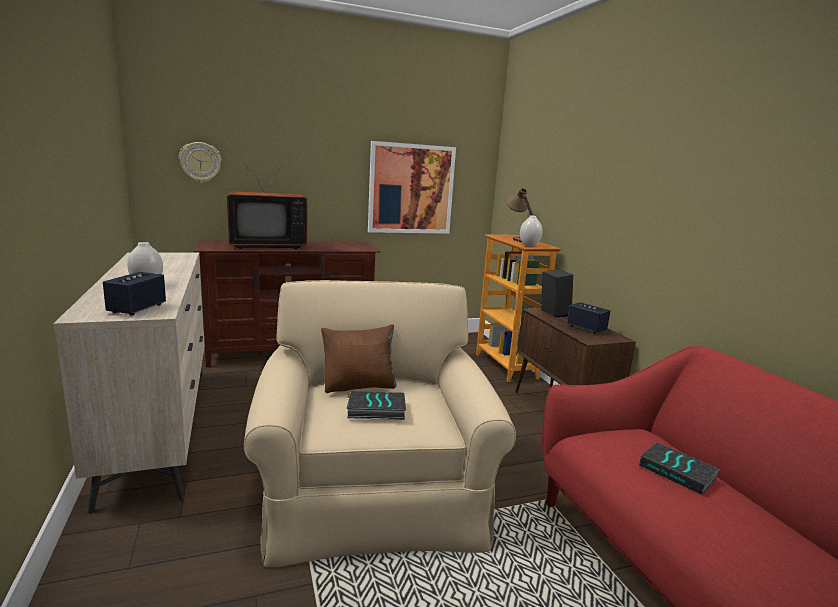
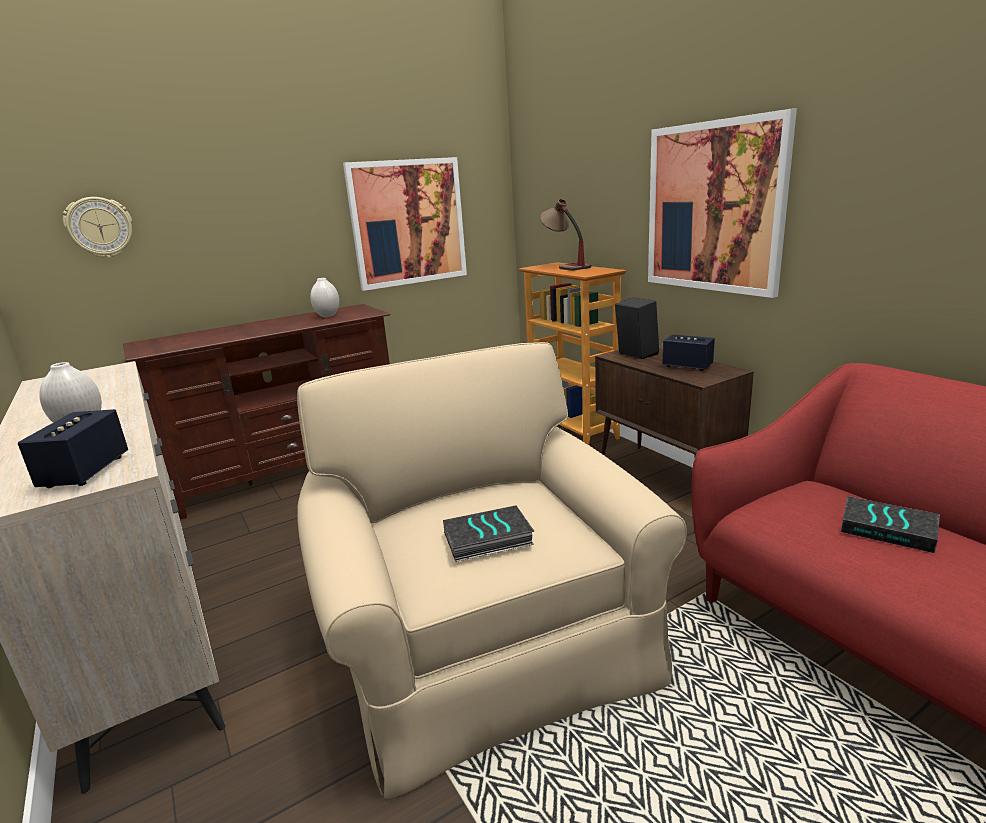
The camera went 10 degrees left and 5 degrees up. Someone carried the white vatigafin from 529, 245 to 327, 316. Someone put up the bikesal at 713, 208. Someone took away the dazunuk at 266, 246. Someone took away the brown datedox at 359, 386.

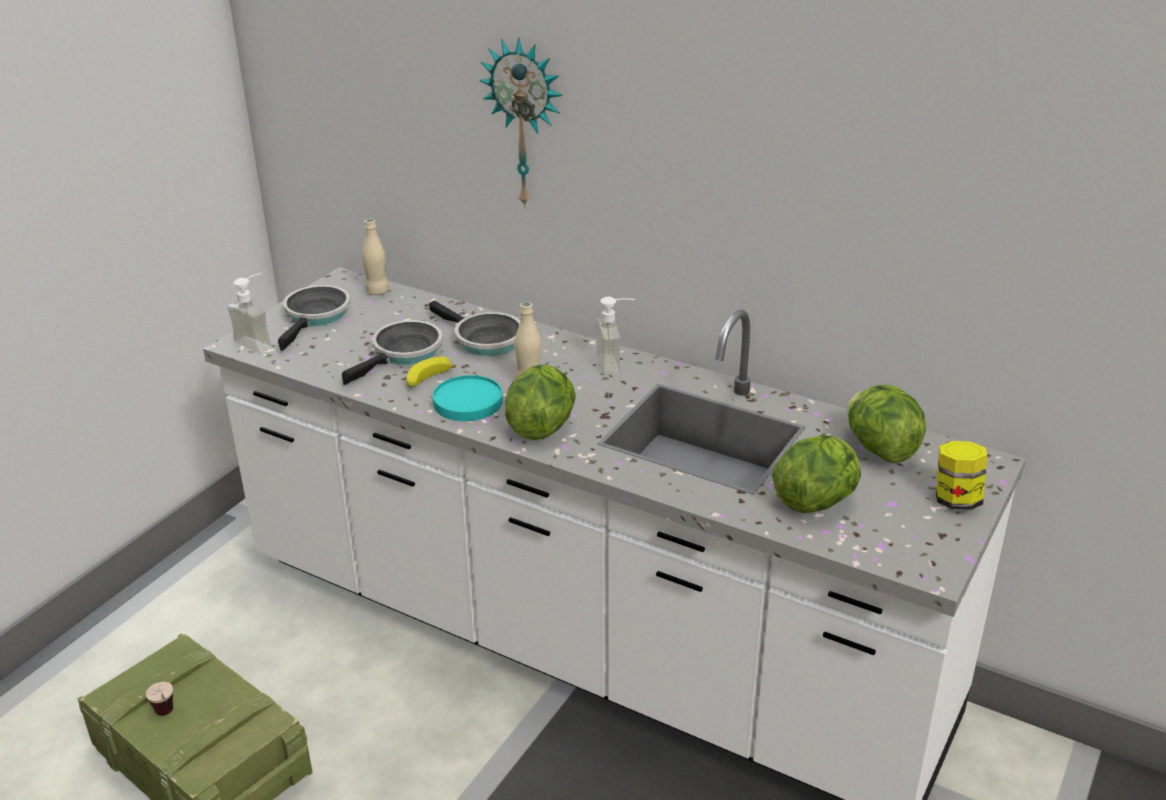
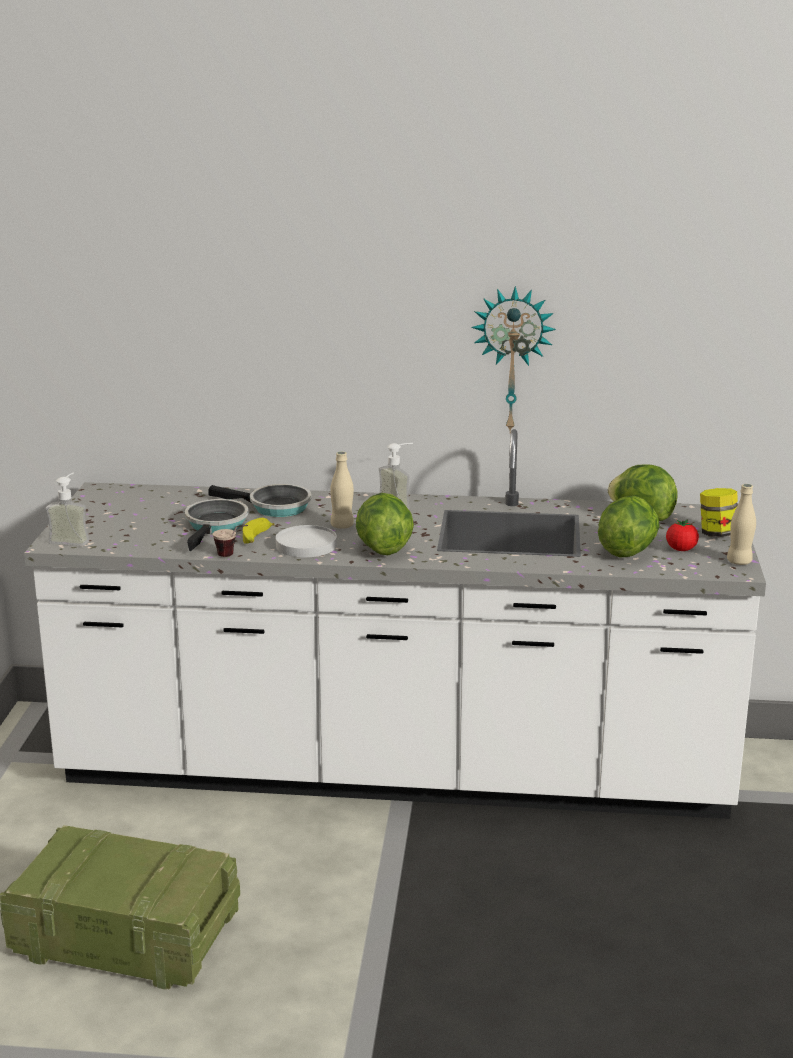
The camera went 25 degrees left and 10 degrees down. Someone carried the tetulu from 167, 716 to 232, 556. Someone repainted the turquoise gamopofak at 468, 402, which became the white gamopofak at 306, 545. Someone carried the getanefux from 525, 123 to 512, 359. Someone put down the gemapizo at 681, 549. Someone carried the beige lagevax from 377, 291 to 739, 562. Someone took away the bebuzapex at 316, 316.

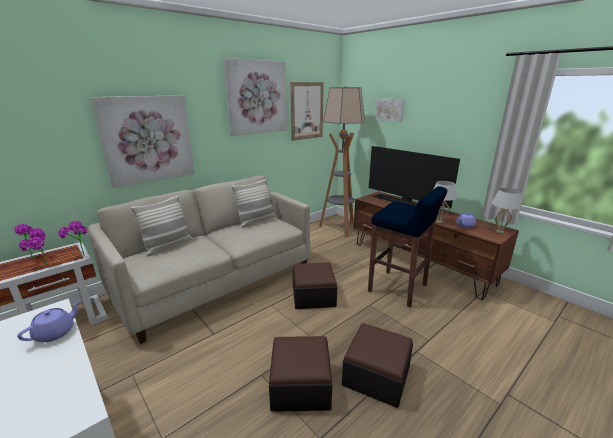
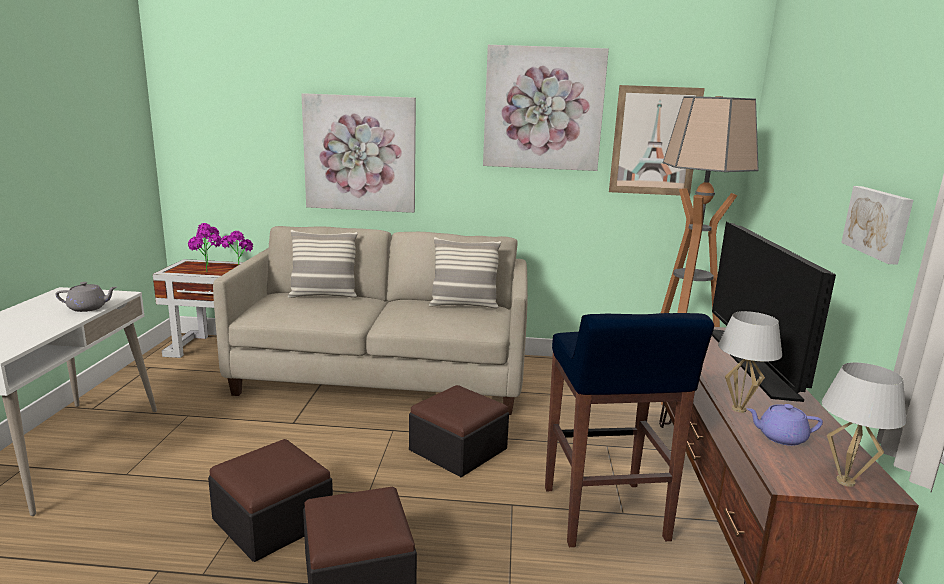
The camera went 45 degrees right and 5 degrees down. Someone repainted the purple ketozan at 56, 332, which became the grey ketozan at 88, 308. Someone carried the bikesal from 390, 109 to 879, 223.

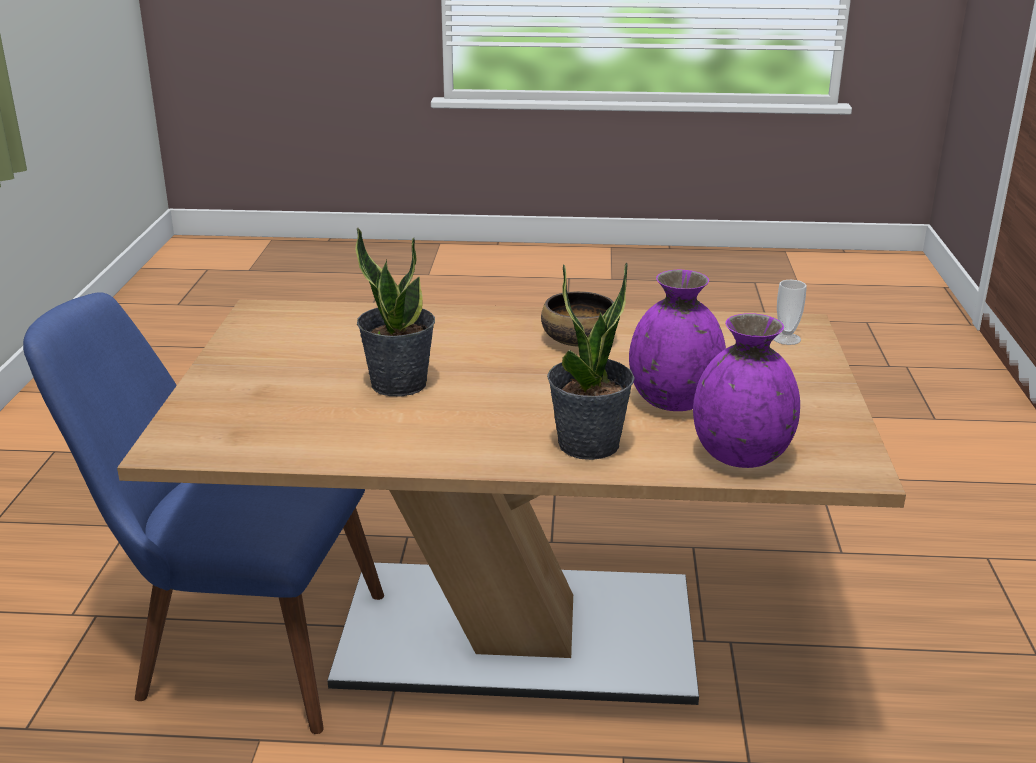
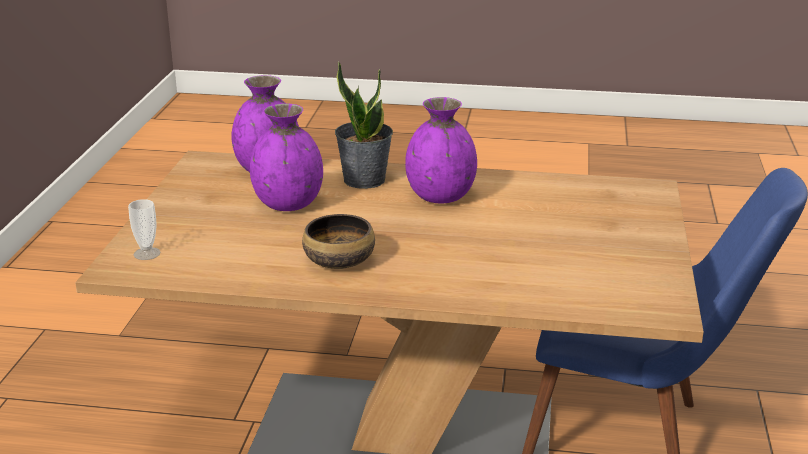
The camera went 175 degrees left and 0 degrees up. Someone put down the purple vatigafin at 441, 197. Someone took away the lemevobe at 399, 383.

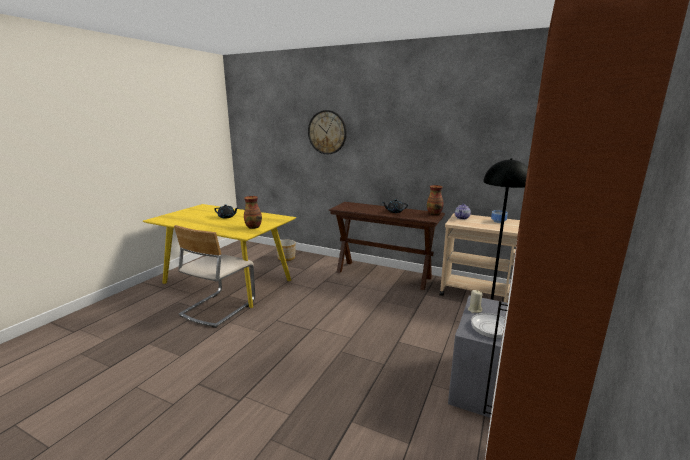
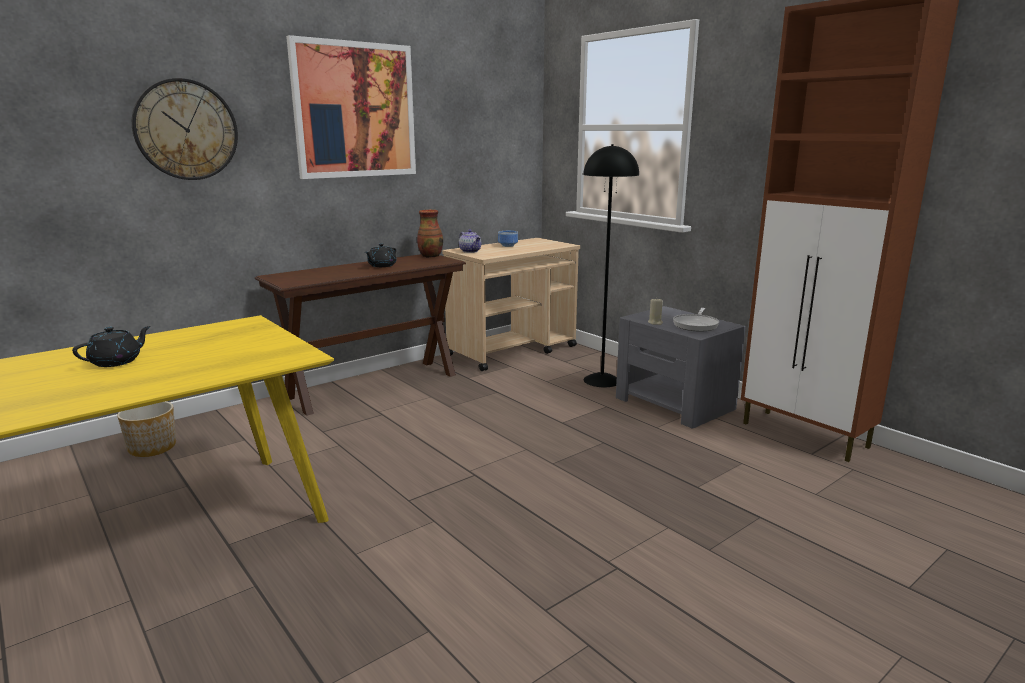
The camera went 65 degrees left and 0 degrees up. Someone put up the bikesal at 355, 110. Someone took away the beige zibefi at 218, 308. Someone took away the vatigafin at 253, 227.

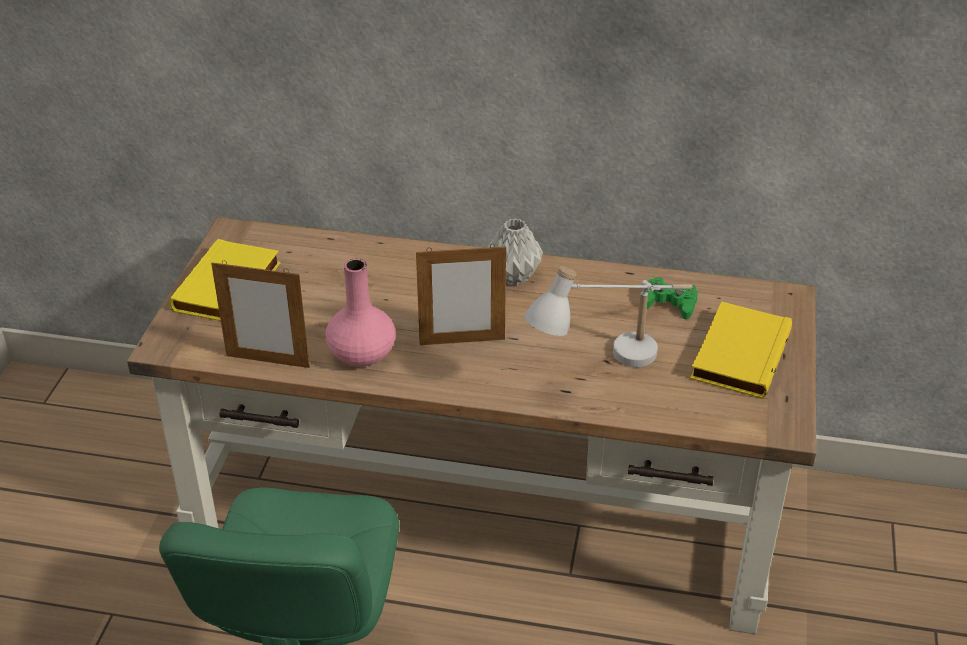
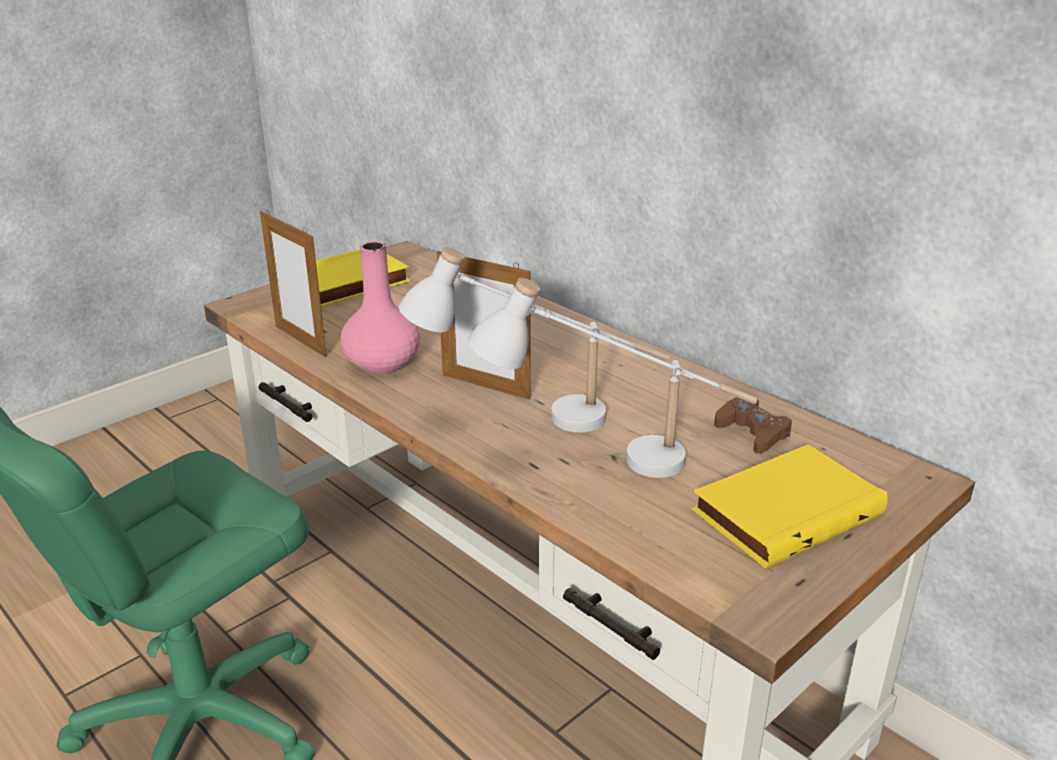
The camera went 35 degrees right and 10 degrees down. Someone put down the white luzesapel at 537, 420. Someone repainted the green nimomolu at 669, 303, which became the brown nimomolu at 752, 432. Someone took away the grey vatigafin at 514, 277.

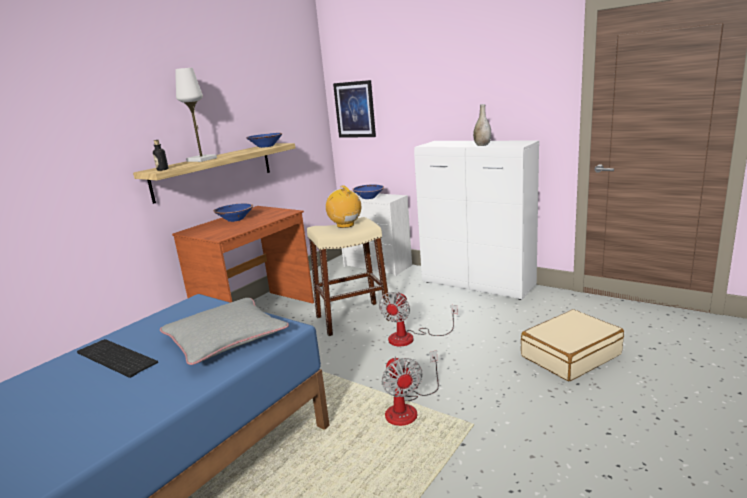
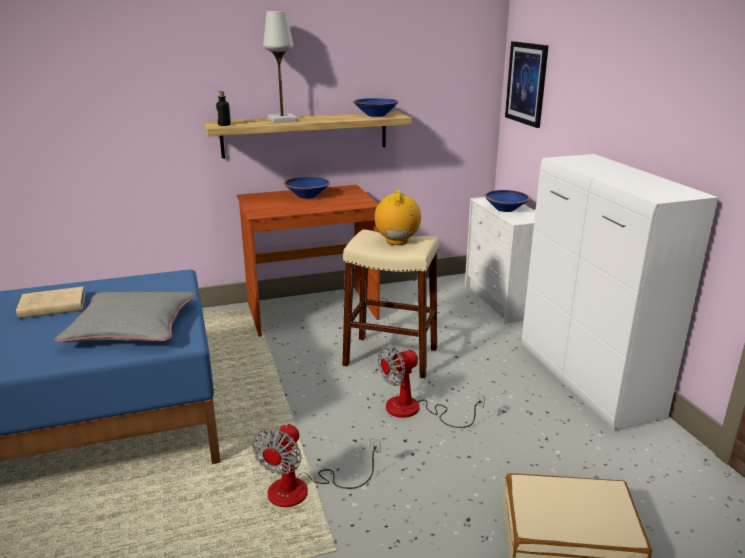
The camera went 35 degrees right and 5 degrees up. Someone swapped the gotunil at 114, 358 for the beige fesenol at 51, 307. Someone took away the grey vatigafin at 482, 145.

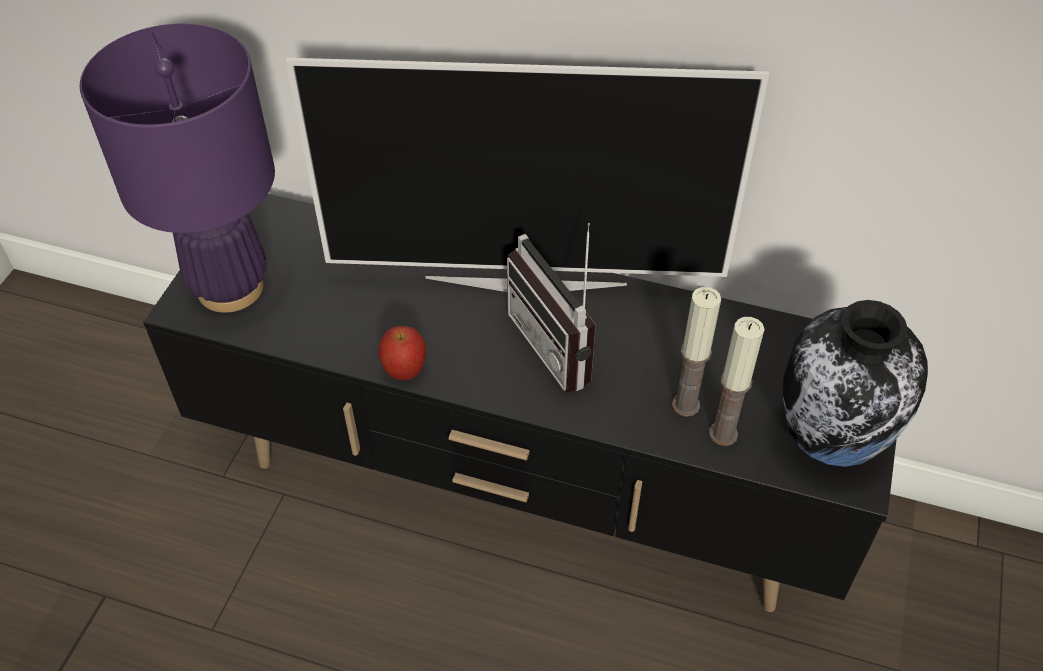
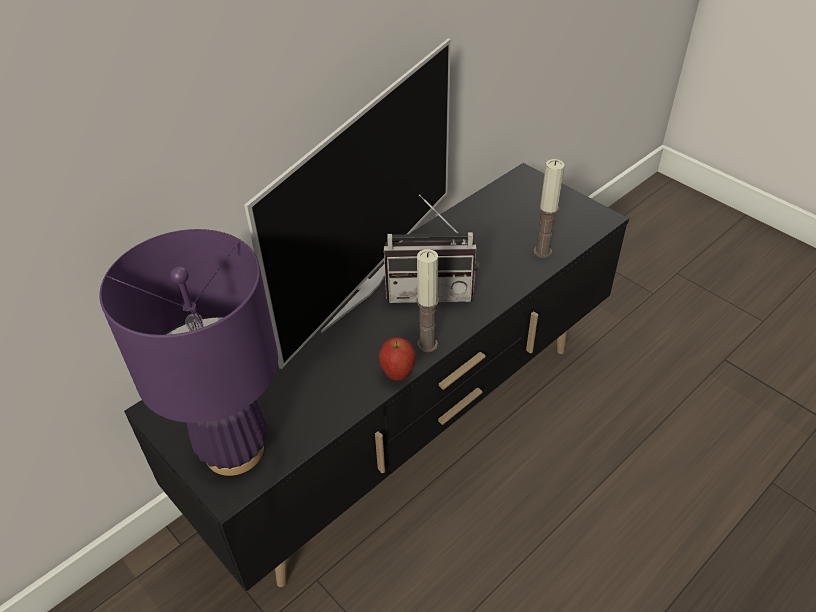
The camera went 60 degrees left and 5 degrees down. Someone carried the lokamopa from 686, 405 to 427, 344. Someone took away the vatigafin at 831, 444.

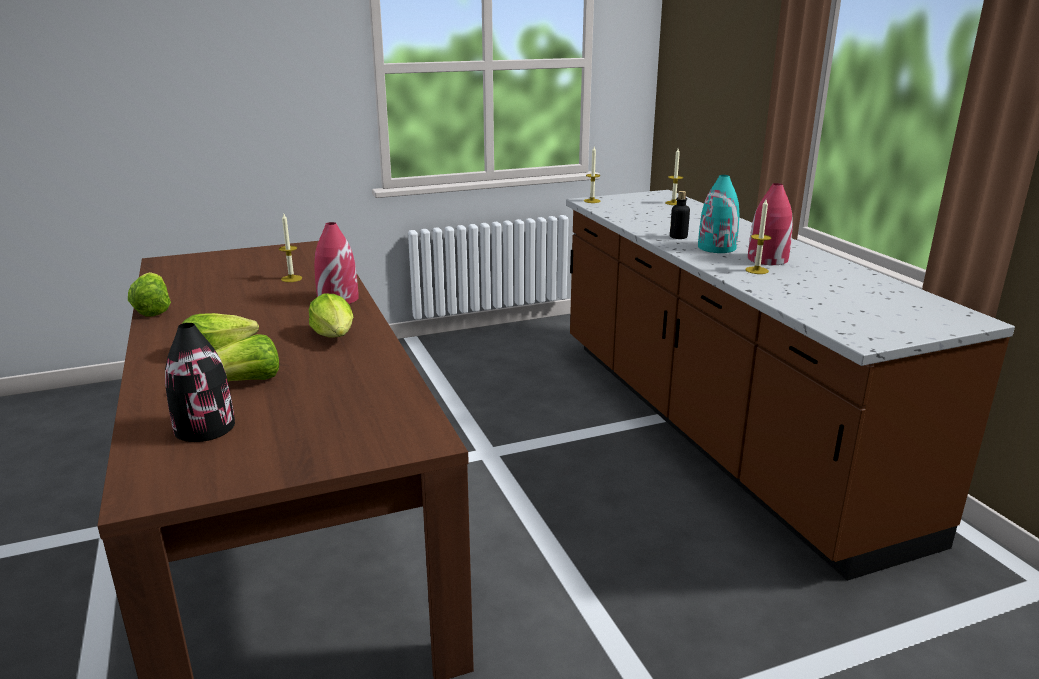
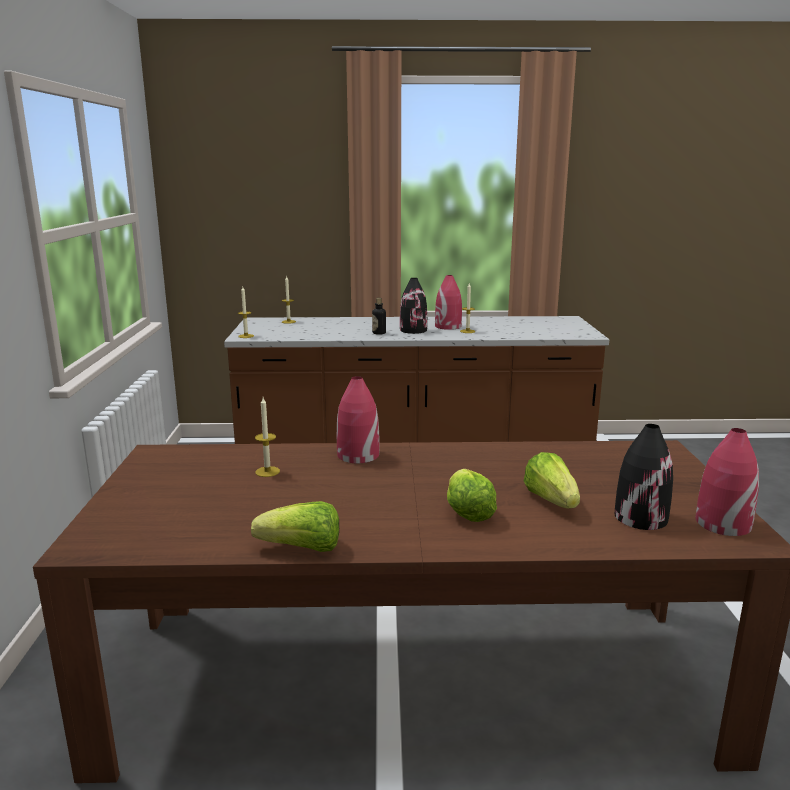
The camera went 70 degrees left and 5 degrees down. Someone repainted the turquoise vatigafin at 717, 248, which became the black vatigafin at 413, 330. Someone put down the red vatigafin at 722, 523. Someone took away the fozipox at 335, 335.

